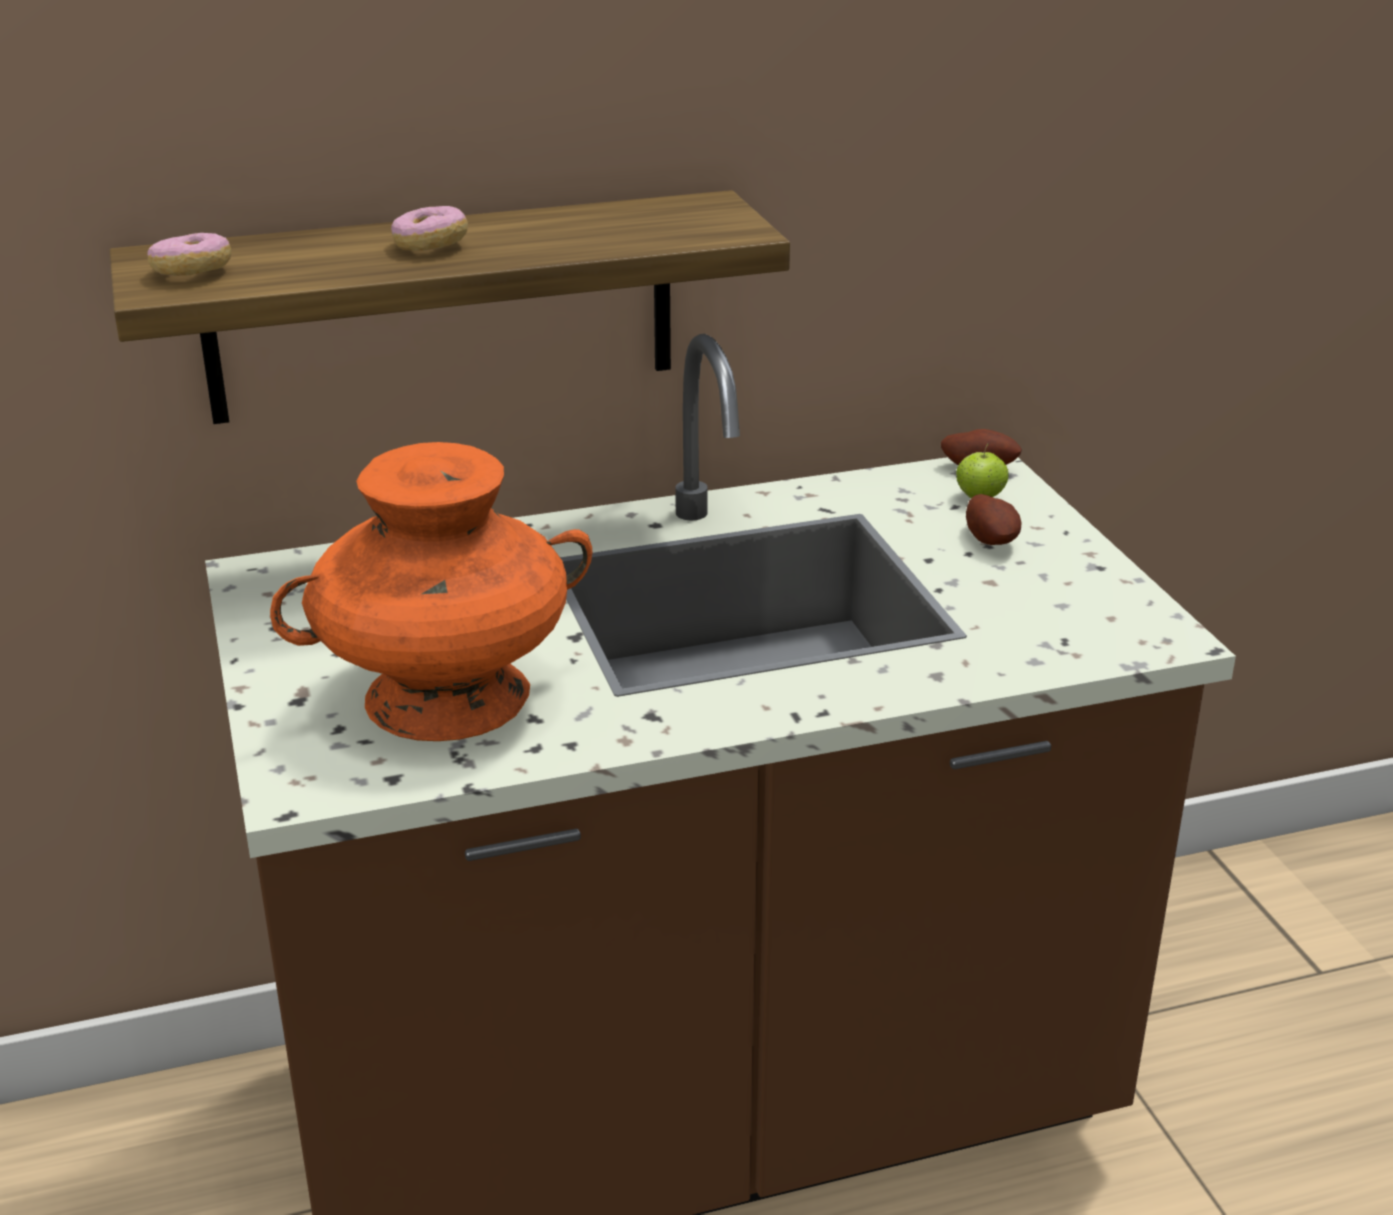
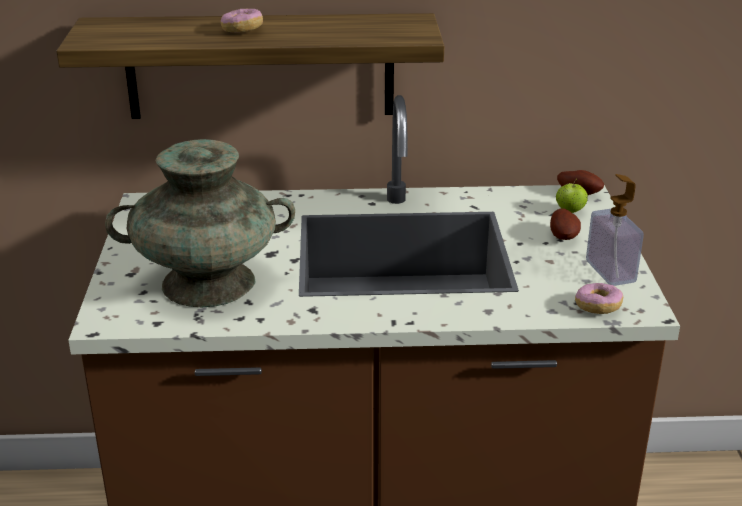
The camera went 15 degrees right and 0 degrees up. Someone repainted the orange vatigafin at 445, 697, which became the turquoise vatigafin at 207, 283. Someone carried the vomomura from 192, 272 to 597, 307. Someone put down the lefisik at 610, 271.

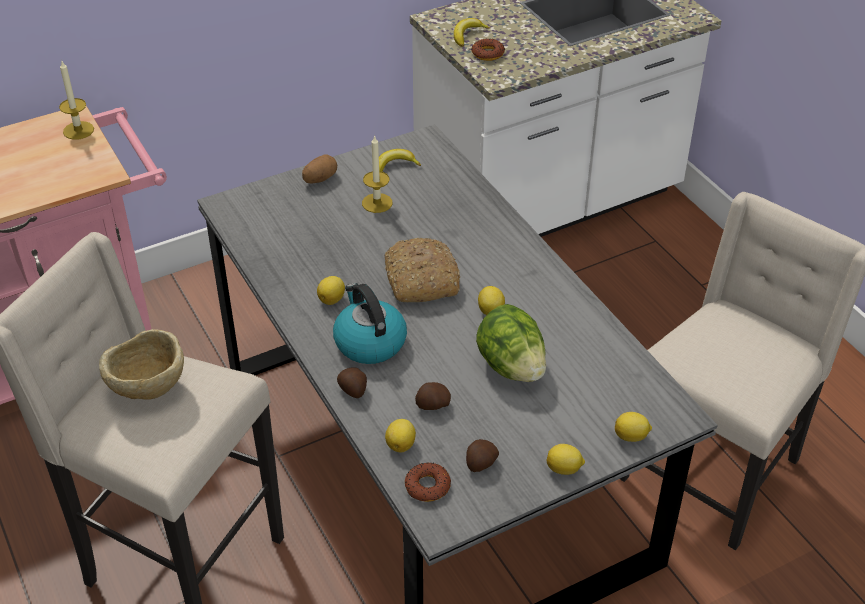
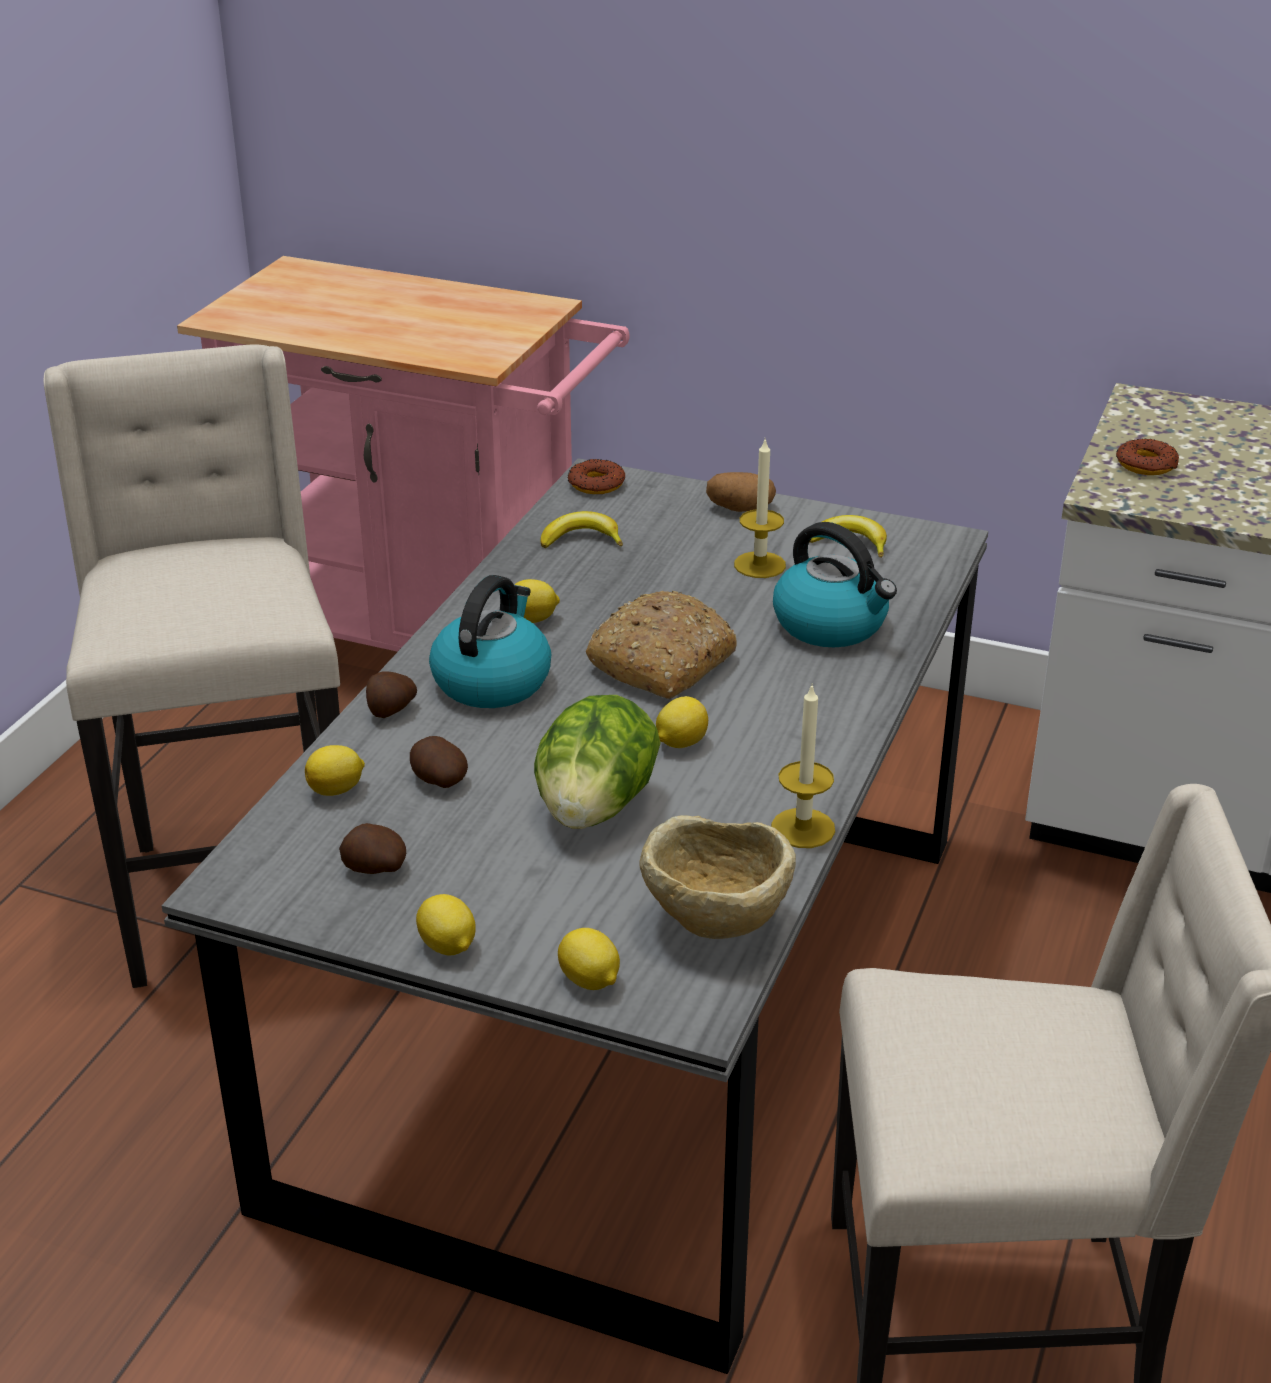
The camera went 50 degrees right and 10 degrees down. Someone carried the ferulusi from 467, 35 to 581, 540. Someone carried the vomomura from 427, 486 to 596, 484. Someone carried the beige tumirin from 148, 390 to 715, 925. Someone carried the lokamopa from 78, 130 to 803, 828. Someone put down the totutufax at 832, 624.

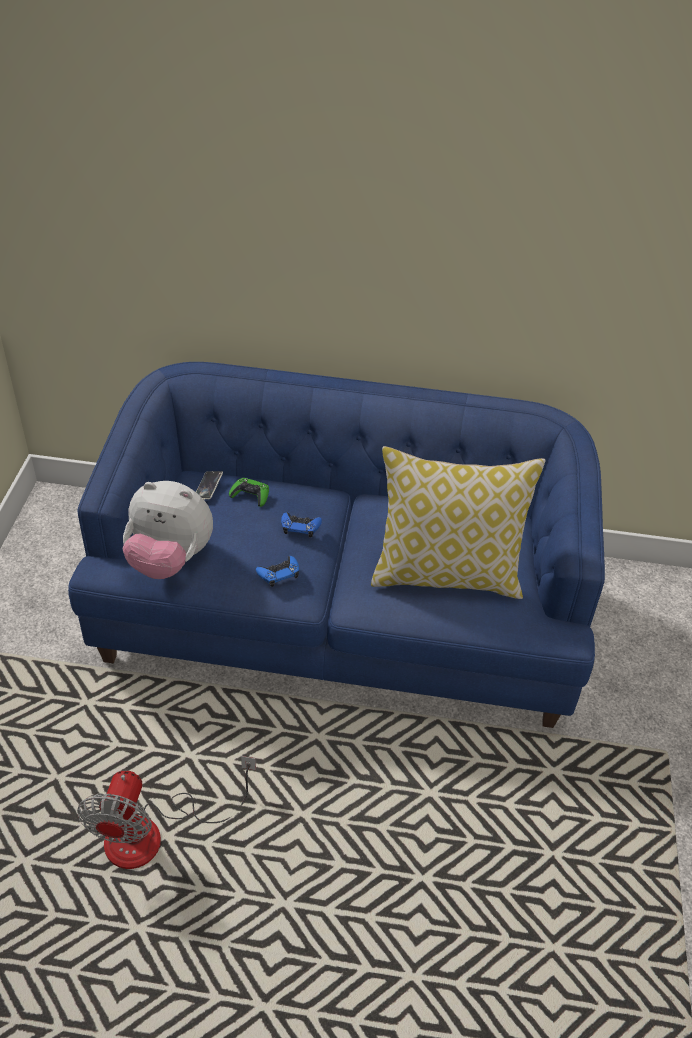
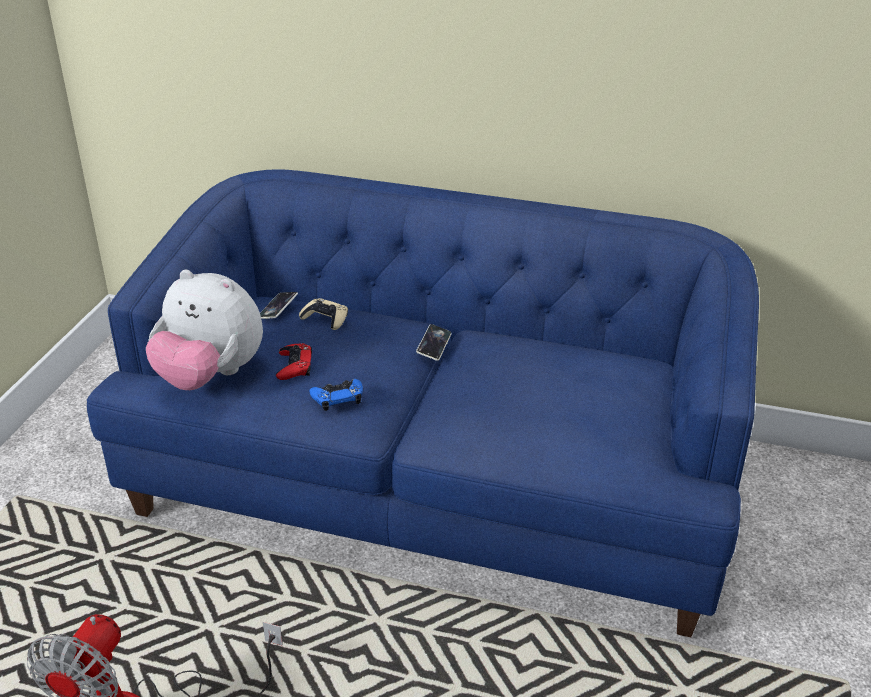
The camera went 10 degrees right and 10 degrees down. Someone put down the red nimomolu at 294, 366. Someone repainted the green nimomolu at 250, 495, which became the beige nimomolu at 325, 318. Someone put down the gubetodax at 434, 345. Someone took away the blue nimomolu at 300, 527. Someone took away the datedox at 447, 574.

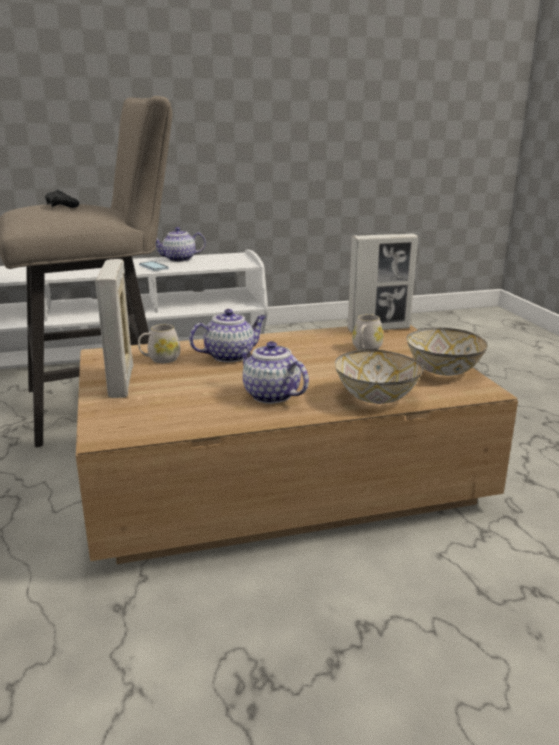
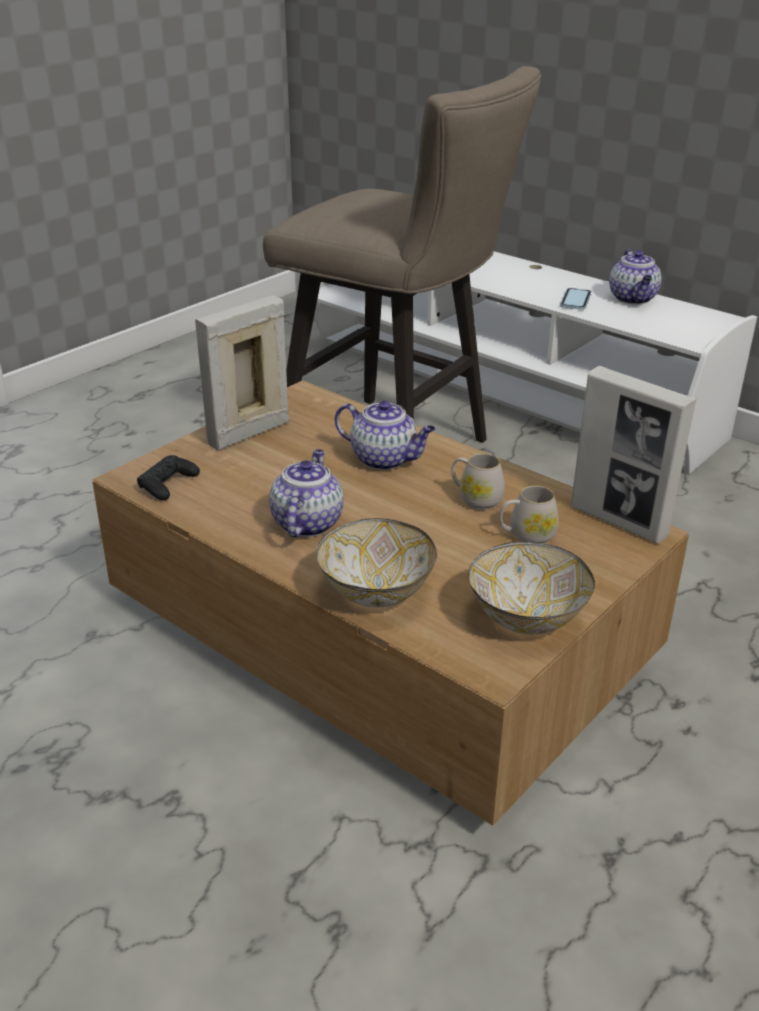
The camera went 55 degrees right and 10 degrees up. Someone carried the black nimomolu from 62, 206 to 167, 484. Someone carried the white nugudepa from 160, 359 to 475, 499. Someone rotated the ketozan at 178, 259 by 135 degrees counterclockwise.

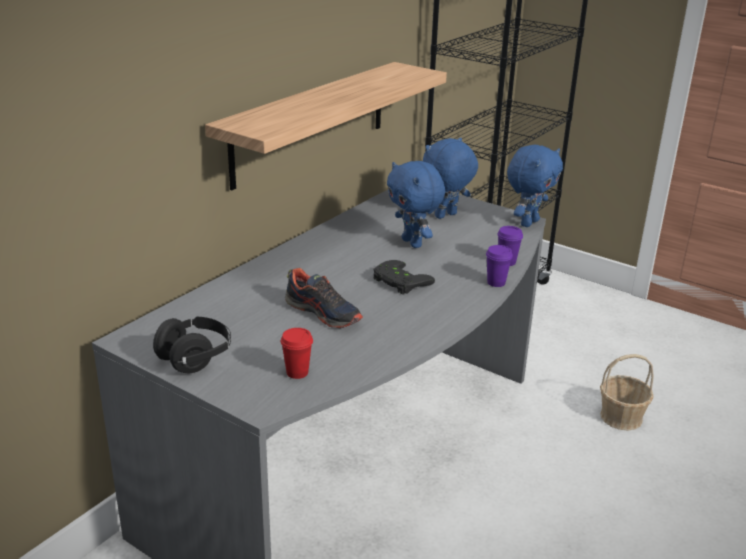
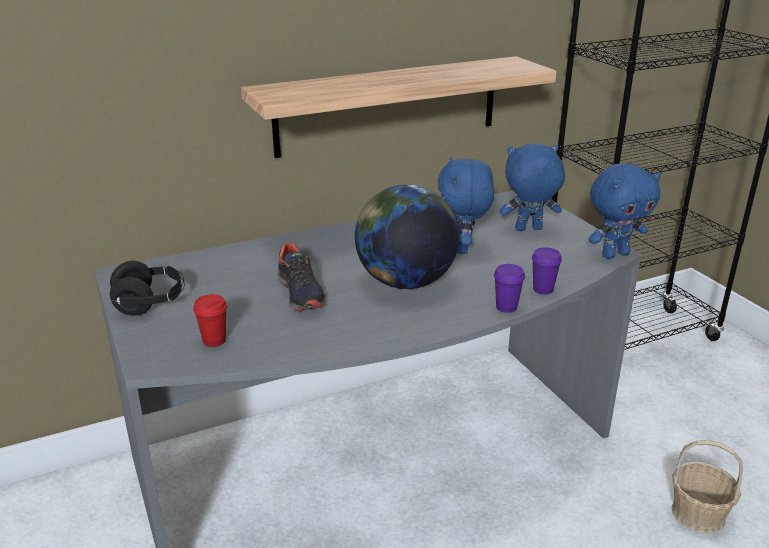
The camera went 30 degrees right and 0 degrees up. Someone swapped the black nimomolu at 398, 282 for the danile at 405, 282.

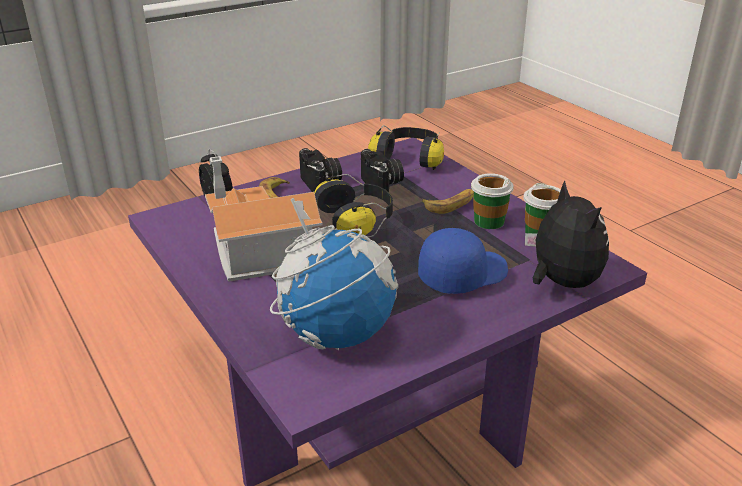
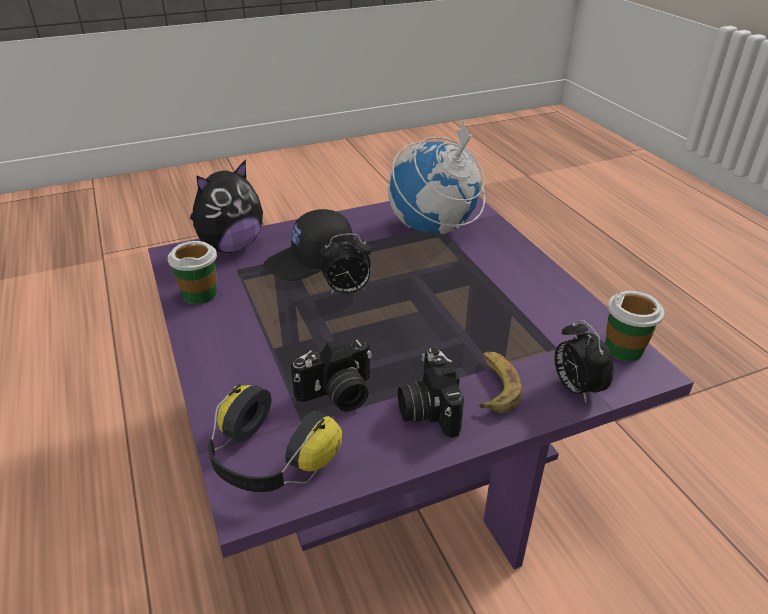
The camera went 170 degrees left and 5 degrees up. Someone rotated the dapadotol at 561, 282 by 120 degrees counterclockwise. Someone repainted the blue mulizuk at 462, 274, which became the black mulizuk at 310, 261. Someone rotated the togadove at 383, 185 by 105 degrees counterclockwise. Someone put down the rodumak at 347, 291. Someone carried the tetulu from 488, 221 to 624, 349. Someone took away the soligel at 256, 250. Someone took away the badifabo at 357, 221. Someone took away the ferulusi at 451, 204.

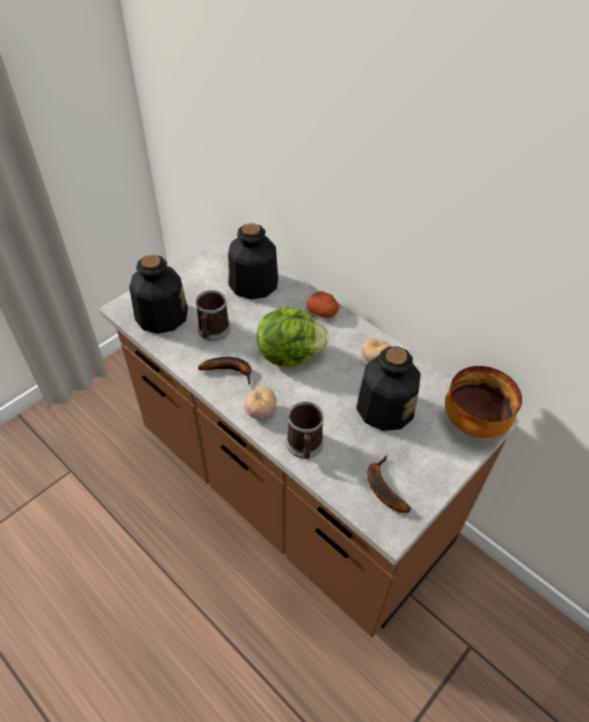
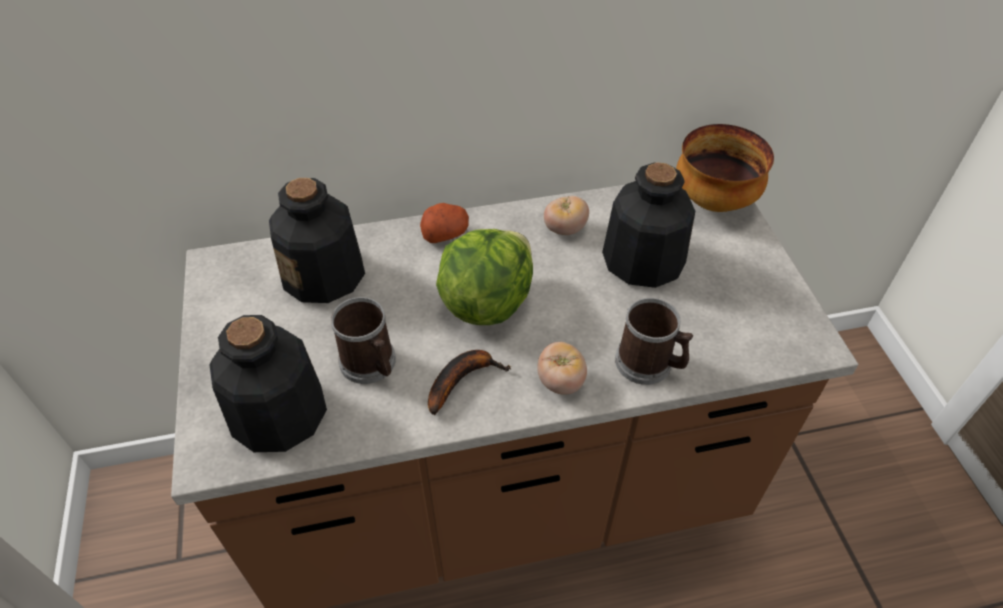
The camera went 55 degrees left and 0 degrees up. Someone took away the ferulusi at 382, 487.

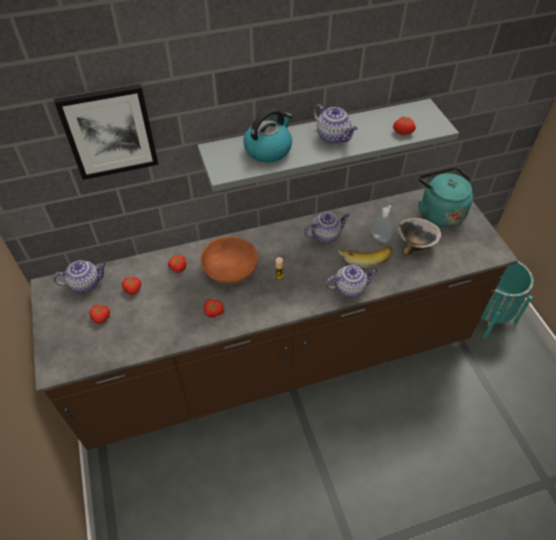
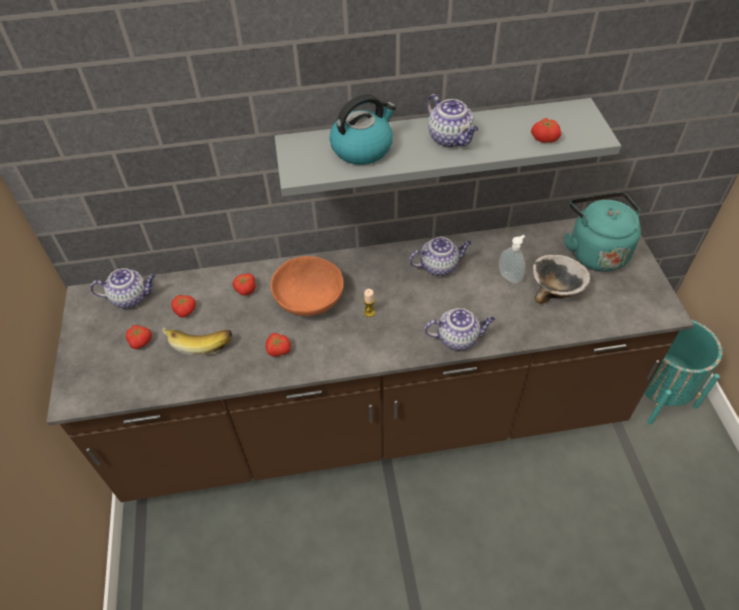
The camera went 10 degrees right and 0 degrees up. Someone carried the ferulusi from 365, 257 to 200, 340. Someone took away the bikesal at 109, 132.

